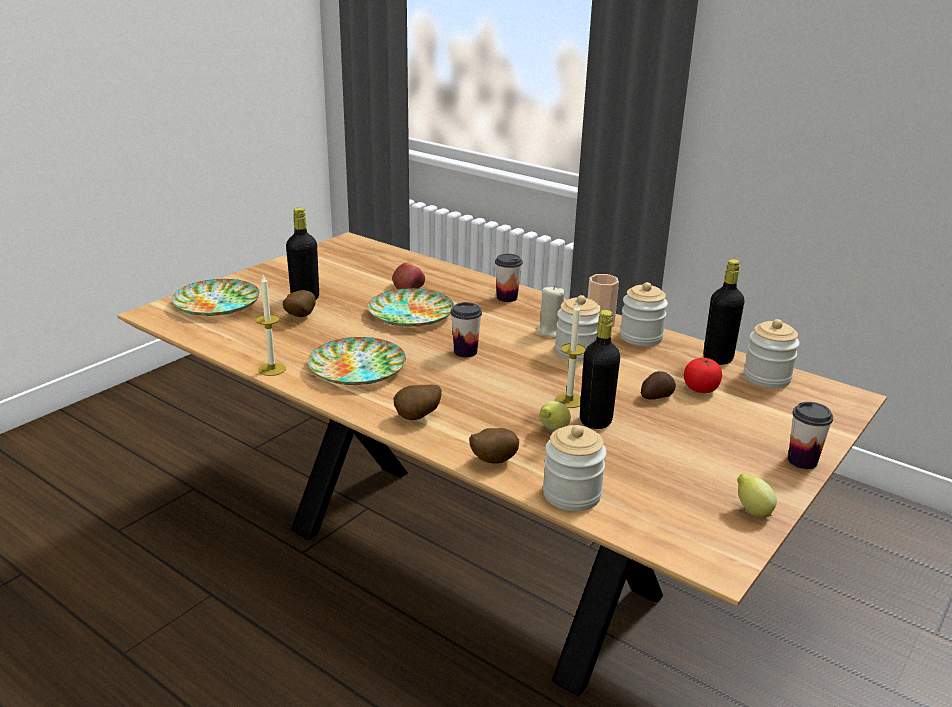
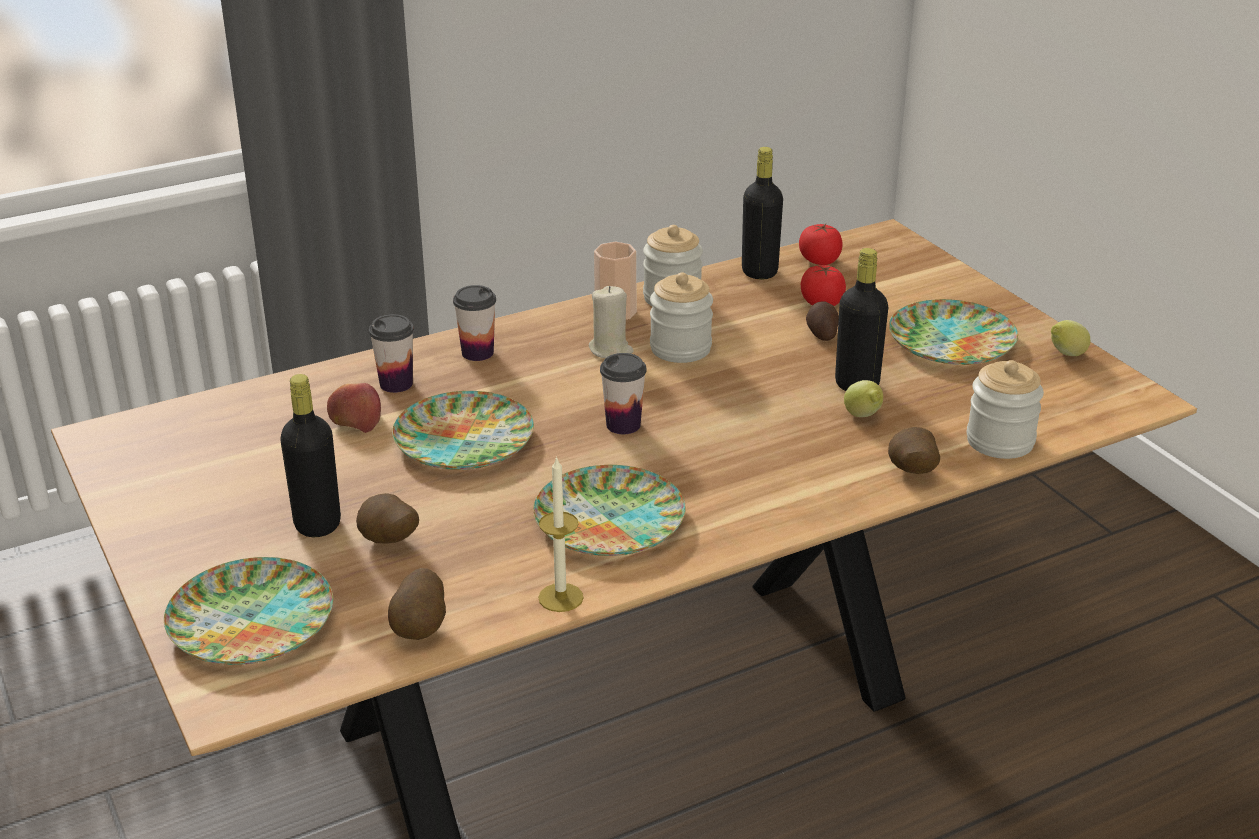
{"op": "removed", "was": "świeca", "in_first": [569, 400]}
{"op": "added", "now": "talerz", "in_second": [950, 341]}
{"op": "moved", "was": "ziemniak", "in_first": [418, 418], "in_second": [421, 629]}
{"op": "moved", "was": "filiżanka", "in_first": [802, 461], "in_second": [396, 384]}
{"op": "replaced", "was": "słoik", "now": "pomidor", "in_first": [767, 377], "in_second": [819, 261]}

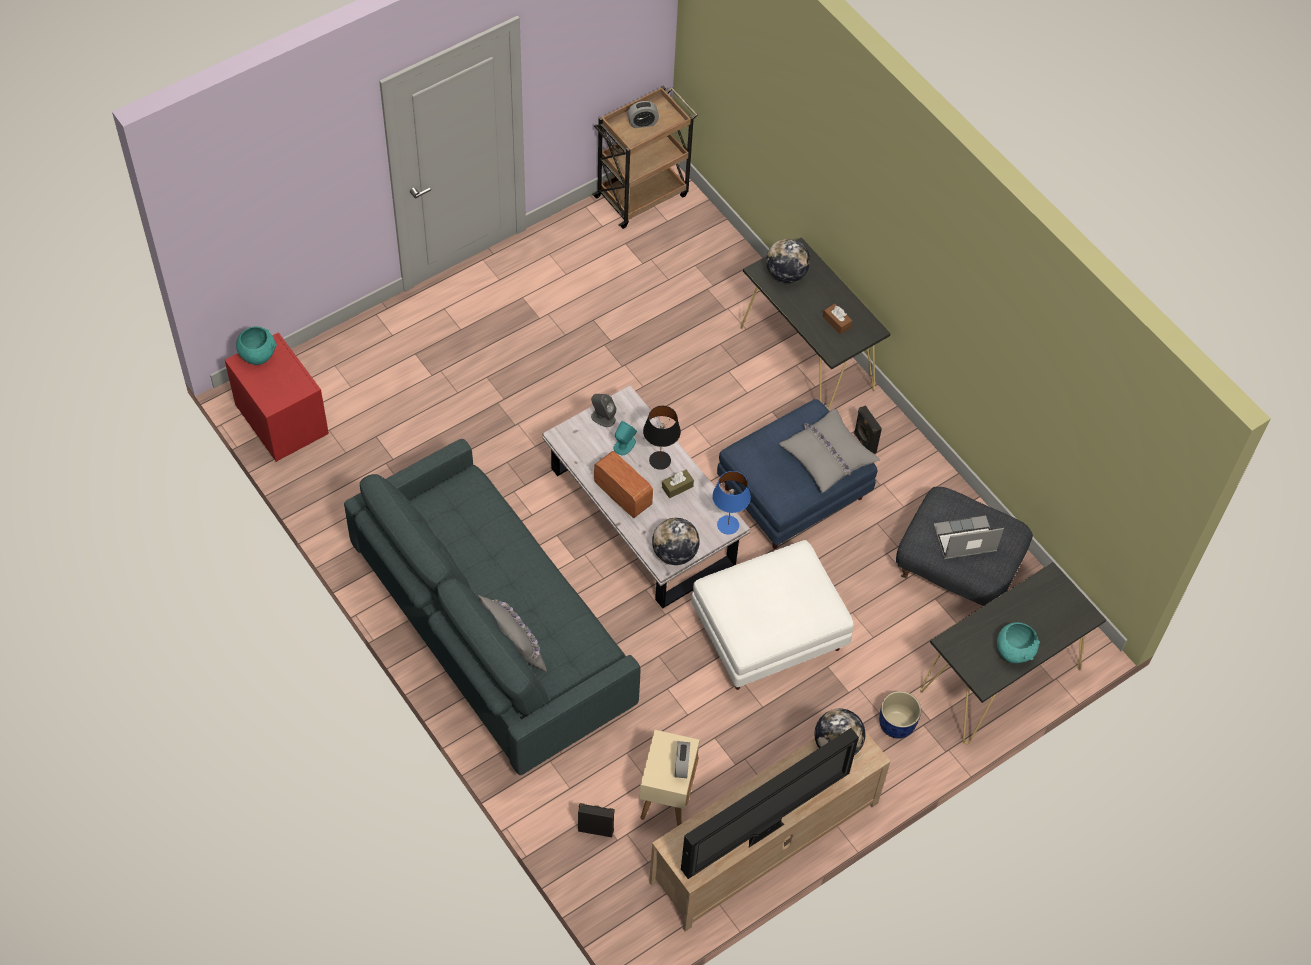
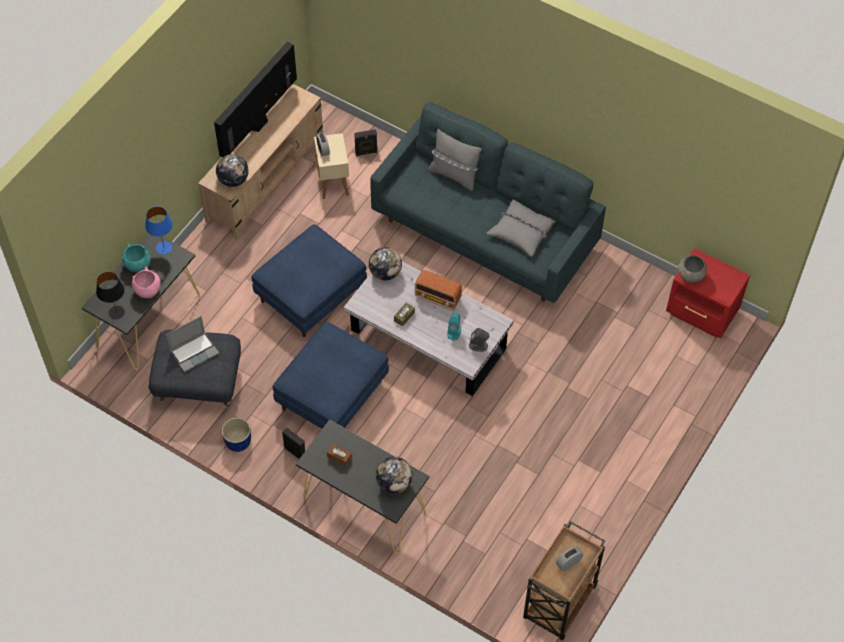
{"op": "removed", "was": "miska [turkusowy]", "in_first": [258, 355]}
{"op": "added", "now": "miska [różowy]", "in_second": [147, 291]}
{"op": "added", "now": "miska [szary]", "in_second": [690, 276]}
{"op": "moved", "was": "lampa stołowa [czarny]", "in_first": [659, 460], "in_second": [116, 312]}
{"op": "moved", "was": "lampa stołowa [niebieski]", "in_first": [727, 525], "in_second": [164, 247]}
{"op": "moved", "was": "poduszka [szary]", "in_first": [827, 456], "in_second": [522, 231]}
{"op": "moved", "was": "donica [niebieski]", "in_first": [896, 724], "in_second": [238, 442]}
{"op": "recoloured", "was": "pufa [biały]", "now": "pufa [niebieski]", "in_first": [767, 635], "in_second": [311, 294]}

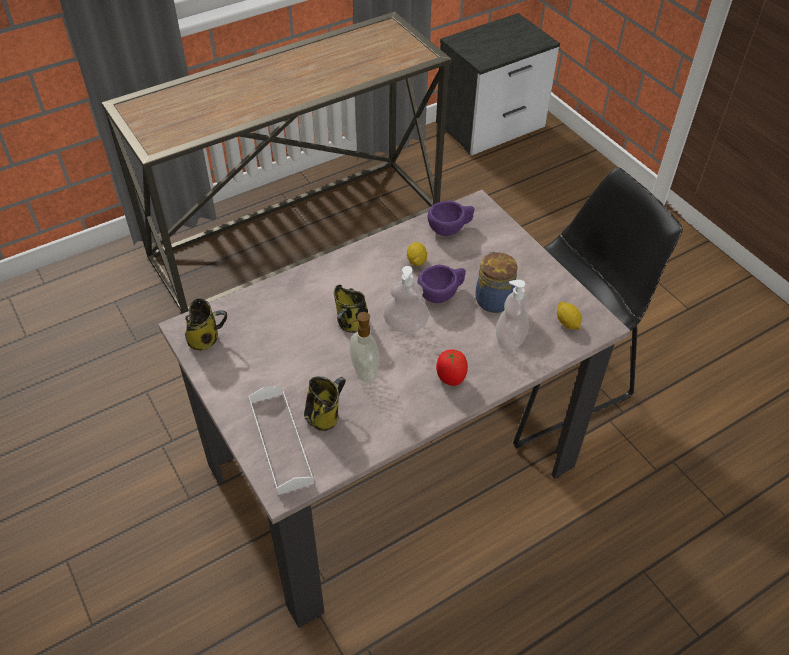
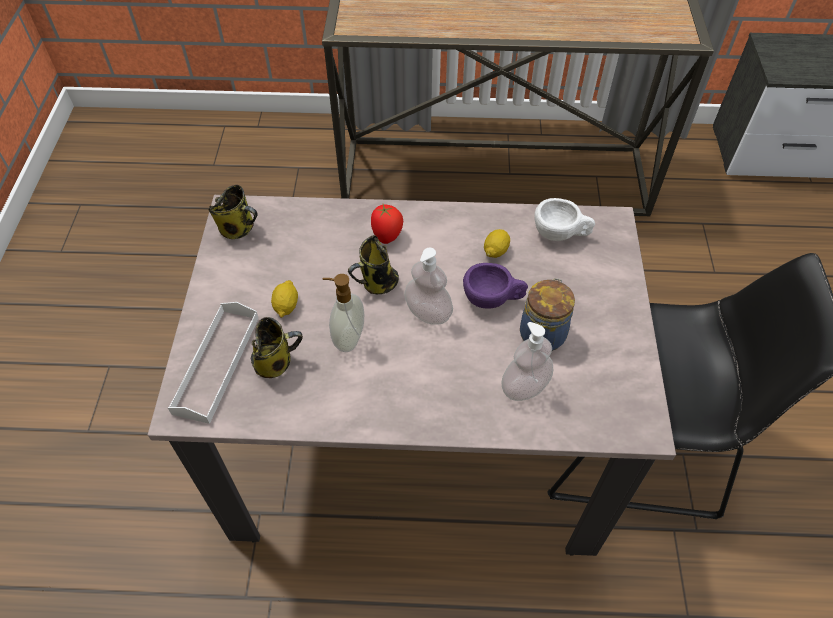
{"op": "moved", "was": "pomidor", "in_first": [450, 378], "in_second": [387, 236]}
{"op": "moved", "was": "cytryna", "in_first": [567, 322], "in_second": [286, 306]}
{"op": "recoloured", "was": "filiżanka [fioletowy]", "now": "filiżanka [biały]", "in_first": [451, 229], "in_second": [561, 234]}

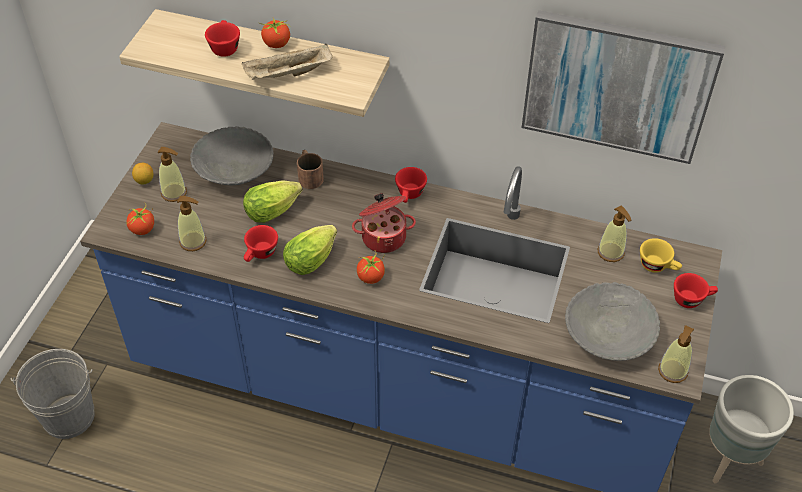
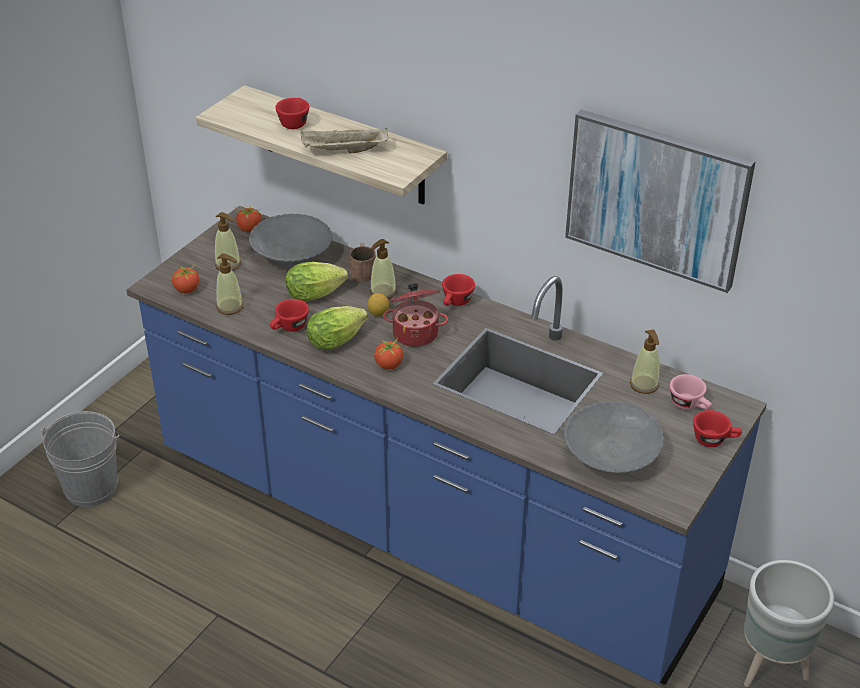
{"op": "moved", "was": "cytryna", "in_first": [144, 181], "in_second": [378, 313]}
{"op": "moved", "was": "pomidor", "in_first": [276, 44], "in_second": [249, 229]}
{"op": "moved", "was": "dozownik mydła", "in_first": [672, 371], "in_second": [383, 292]}
{"op": "recoloured", "was": "filiżanka [żółty]", "now": "filiżanka [różowy]", "in_first": [658, 266], "in_second": [690, 405]}

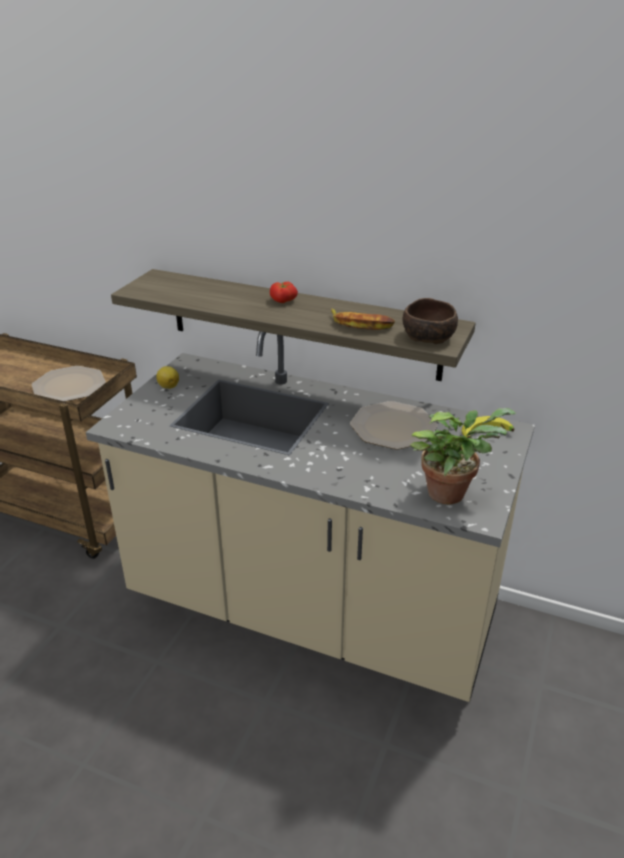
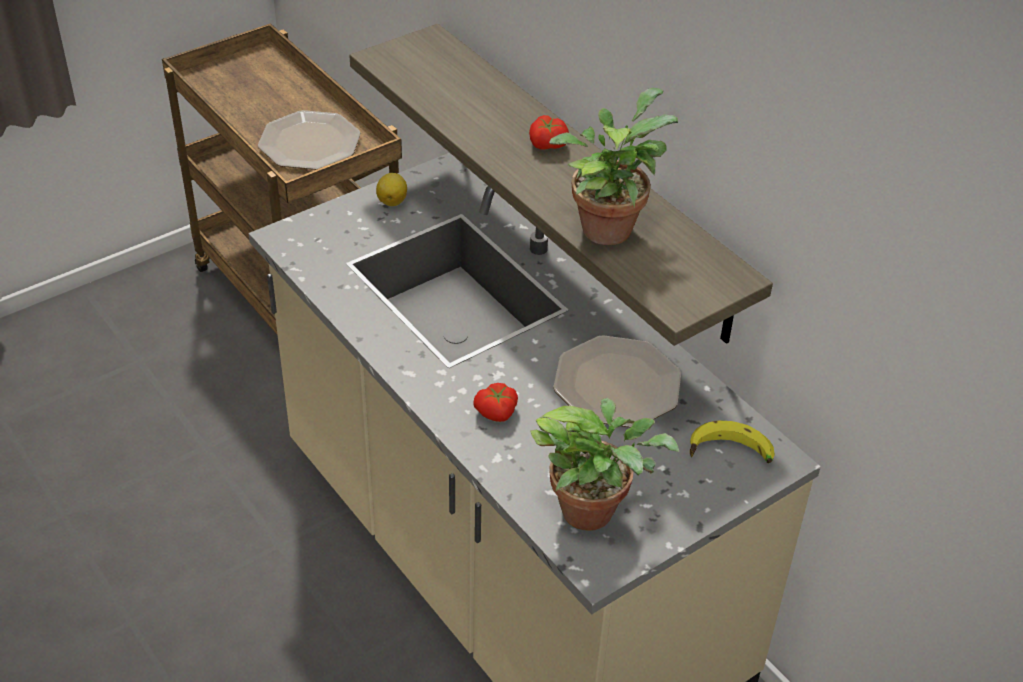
{"op": "removed", "was": "miska [brązowy]", "in_first": [429, 337]}
{"op": "added", "now": "pomidor", "in_second": [497, 413]}
{"op": "replaced", "was": "banan", "now": "roślina doniczkowa", "in_first": [360, 324], "in_second": [607, 225]}

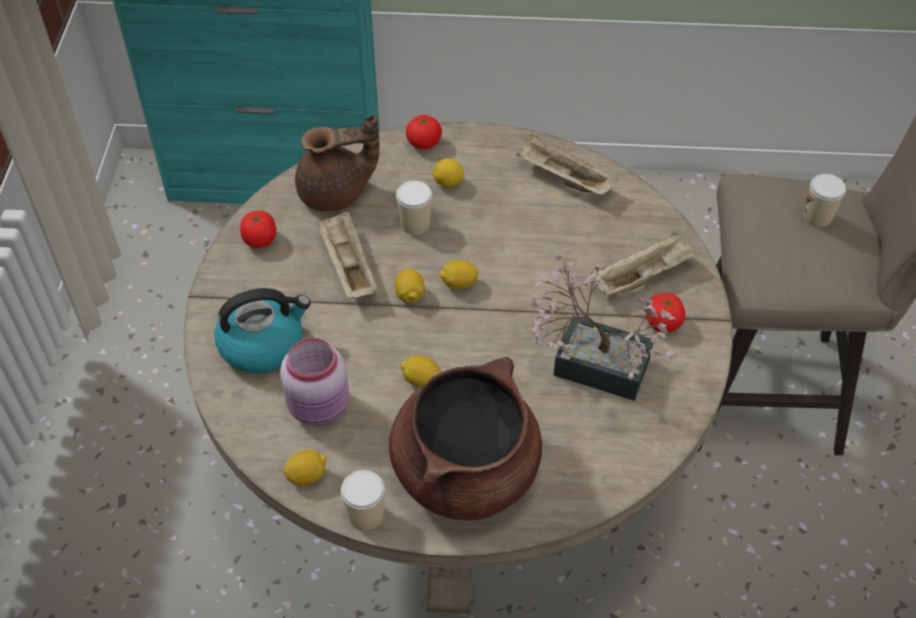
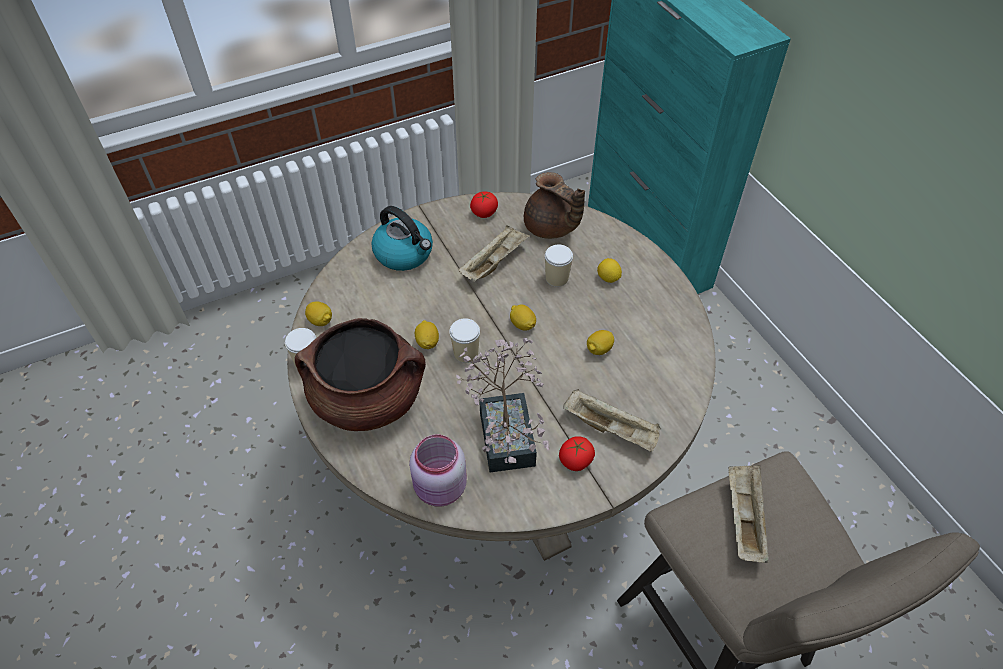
{"op": "removed", "was": "pomidor", "in_first": [424, 143]}
{"op": "moved", "was": "słoik [różowy]", "in_first": [320, 407], "in_second": [440, 489]}
{"op": "moved", "was": "cytryna", "in_first": [410, 295], "in_second": [599, 349]}
{"op": "moved", "was": "taca [beżowy]", "in_first": [562, 179], "in_second": [743, 518]}
{"op": "moved", "was": "filiżanka", "in_first": [817, 216], "in_second": [466, 353]}

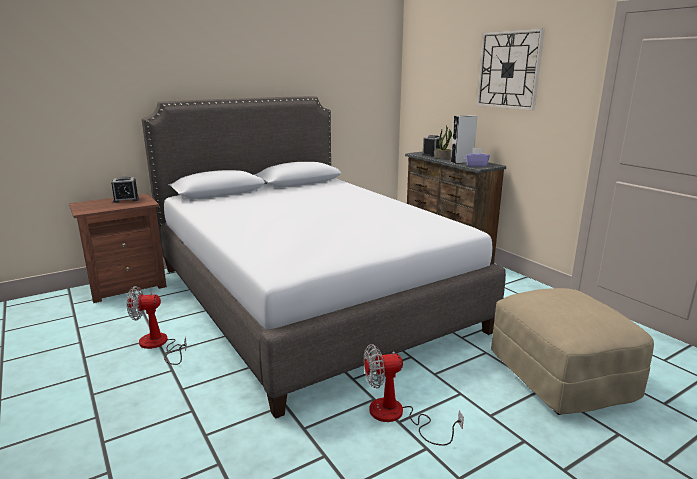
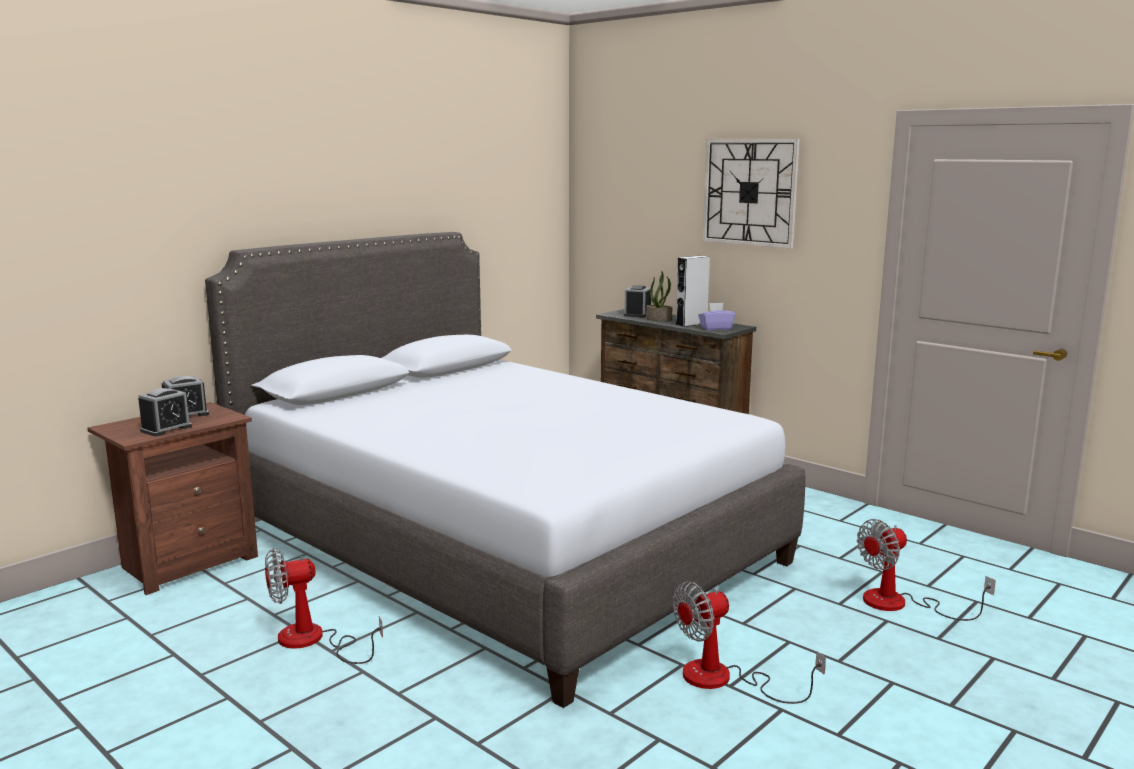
{"op": "added", "now": "budzik", "in_second": [166, 429]}
{"op": "replaced", "was": "pufa [beżowy]", "now": "wentylator", "in_first": [561, 376], "in_second": [900, 604]}

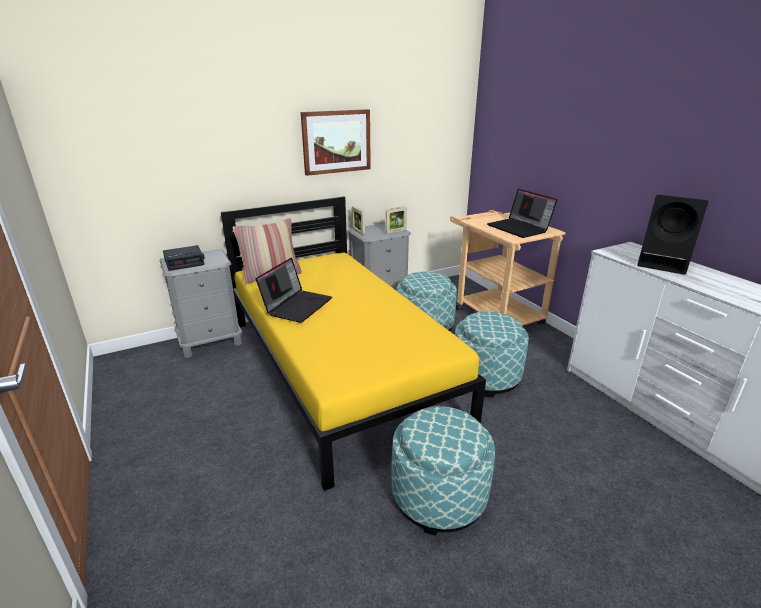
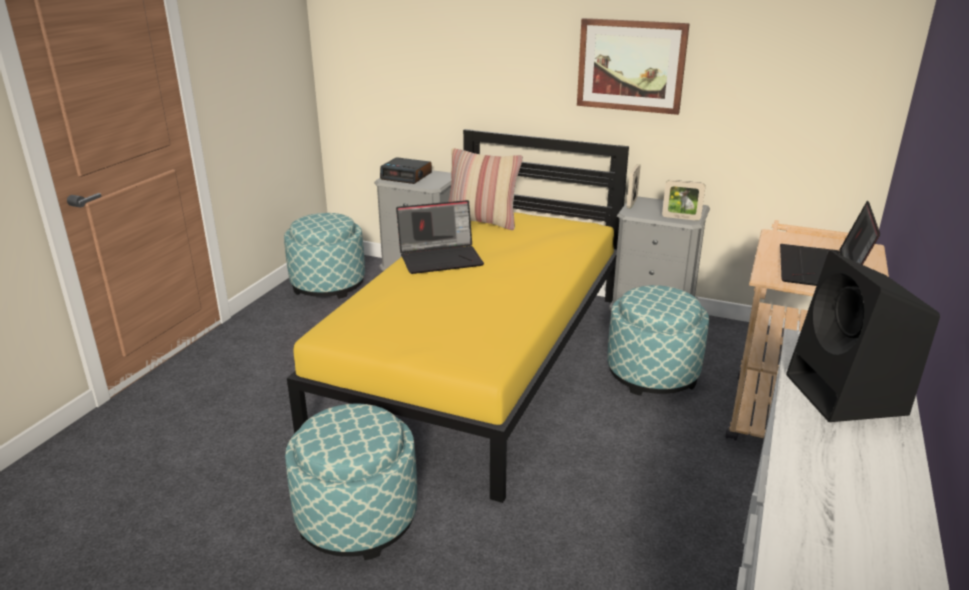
{"op": "moved", "was": "pufa", "in_first": [486, 377], "in_second": [328, 284]}

